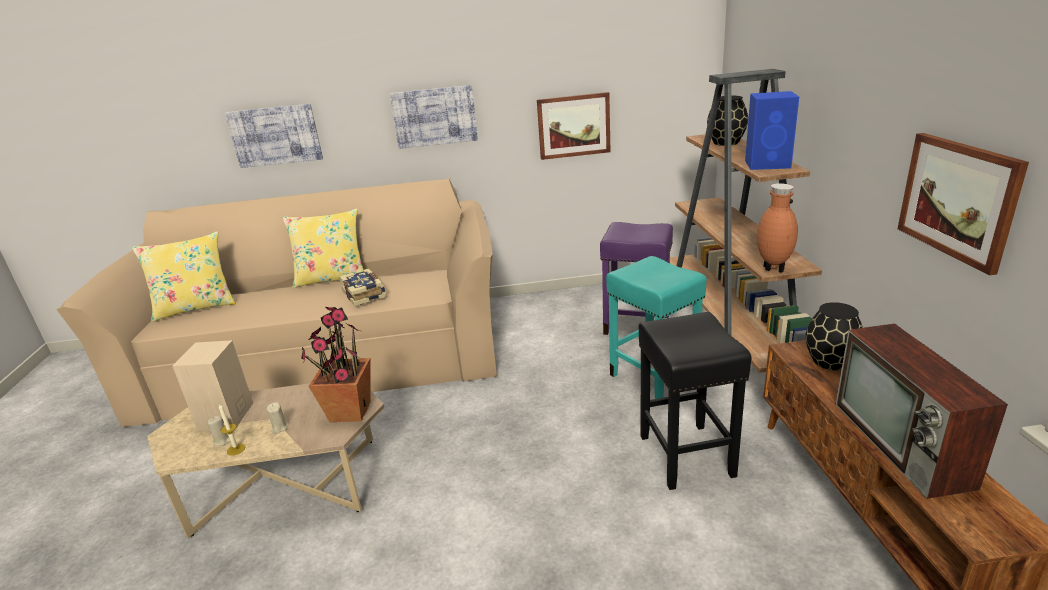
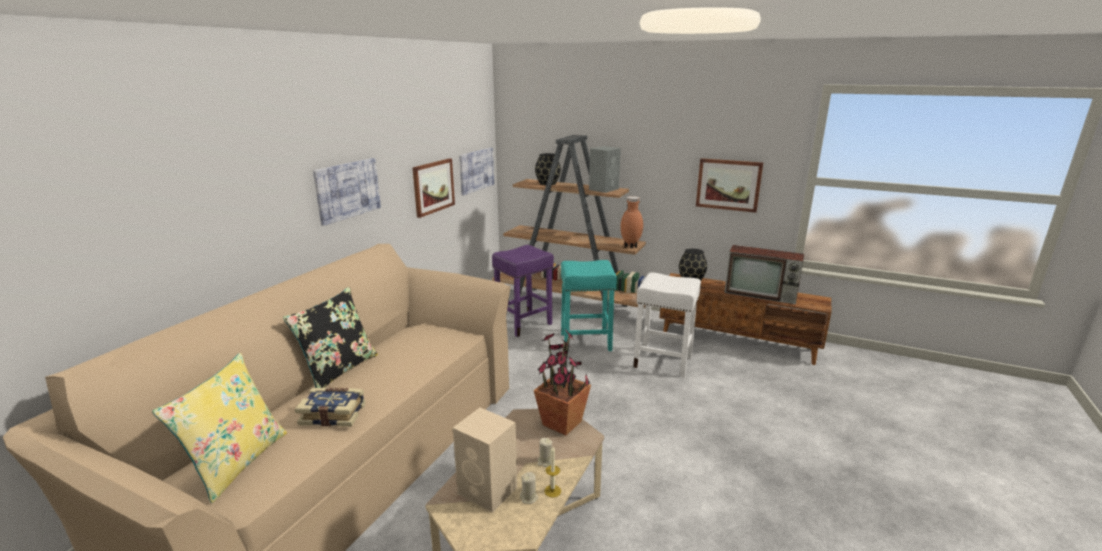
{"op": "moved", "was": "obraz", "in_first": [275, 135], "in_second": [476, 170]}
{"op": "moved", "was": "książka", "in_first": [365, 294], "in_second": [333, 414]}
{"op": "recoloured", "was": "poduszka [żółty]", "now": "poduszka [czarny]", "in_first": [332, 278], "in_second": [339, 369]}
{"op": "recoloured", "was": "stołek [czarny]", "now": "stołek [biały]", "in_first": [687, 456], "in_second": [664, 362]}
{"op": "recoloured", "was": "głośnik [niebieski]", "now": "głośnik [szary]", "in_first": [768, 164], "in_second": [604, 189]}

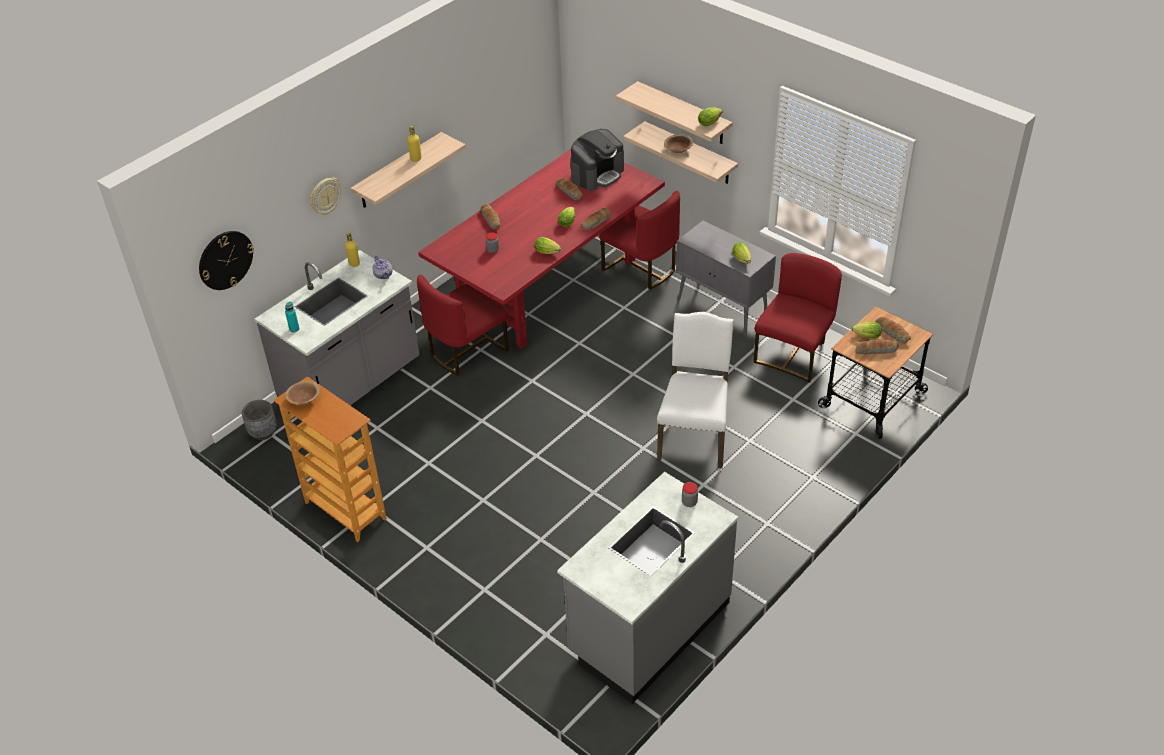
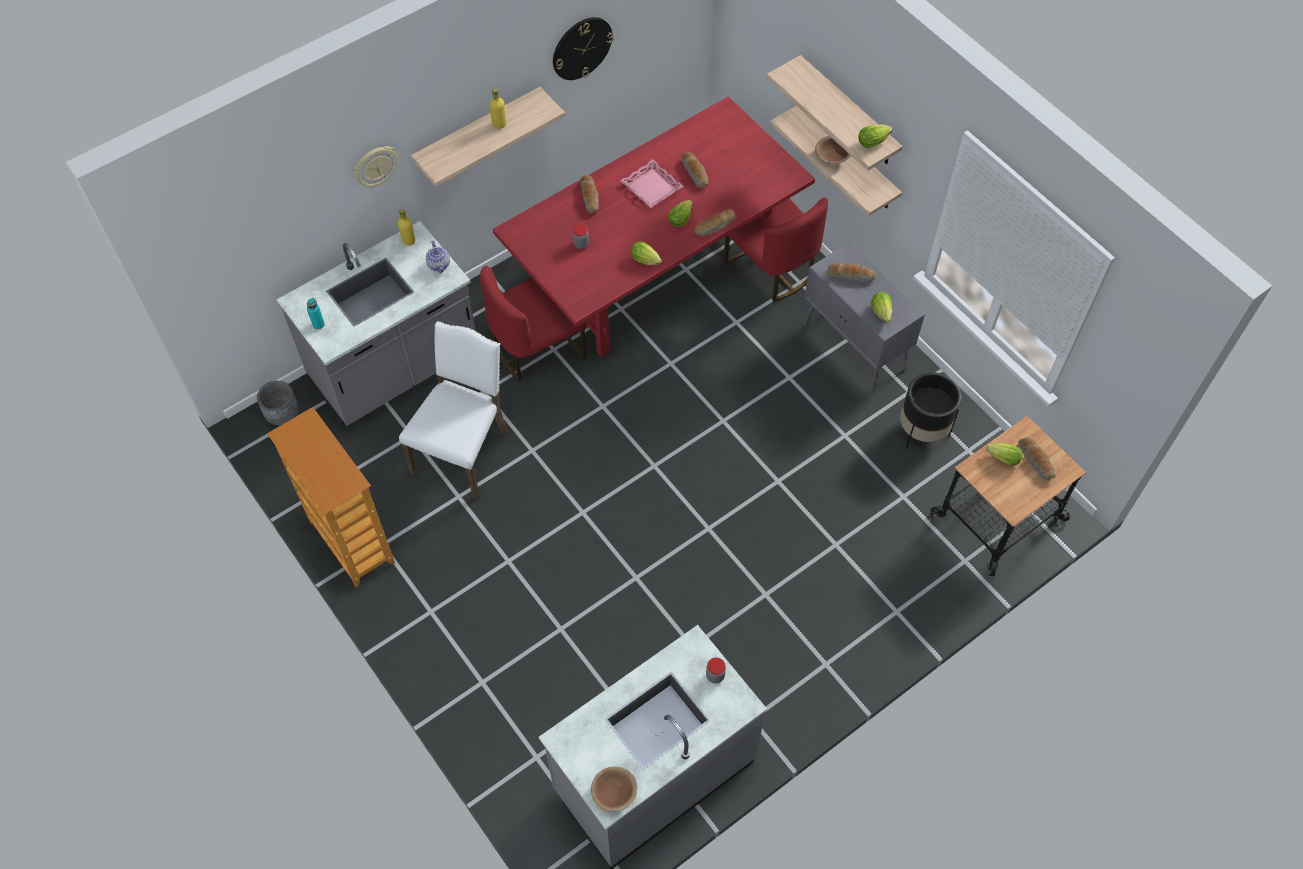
{"op": "removed", "was": "ekspres do kawy", "in_first": [597, 174]}
{"op": "added", "now": "taca [różowy]", "in_second": [652, 187]}
{"op": "moved", "was": "zegar ścienny", "in_first": [225, 260], "in_second": [581, 48]}
{"op": "moved", "was": "miska [brązowy]", "in_first": [304, 399], "in_second": [614, 792]}
{"op": "moved", "was": "krzesło [biały]", "in_first": [694, 436], "in_second": [463, 451]}
{"op": "moved", "was": "chleb", "in_first": [876, 350], "in_second": [850, 275]}
{"op": "replaced", "was": "krzesło [czerwony]", "now": "donica [czarny]", "in_first": [794, 354], "in_second": [922, 431]}

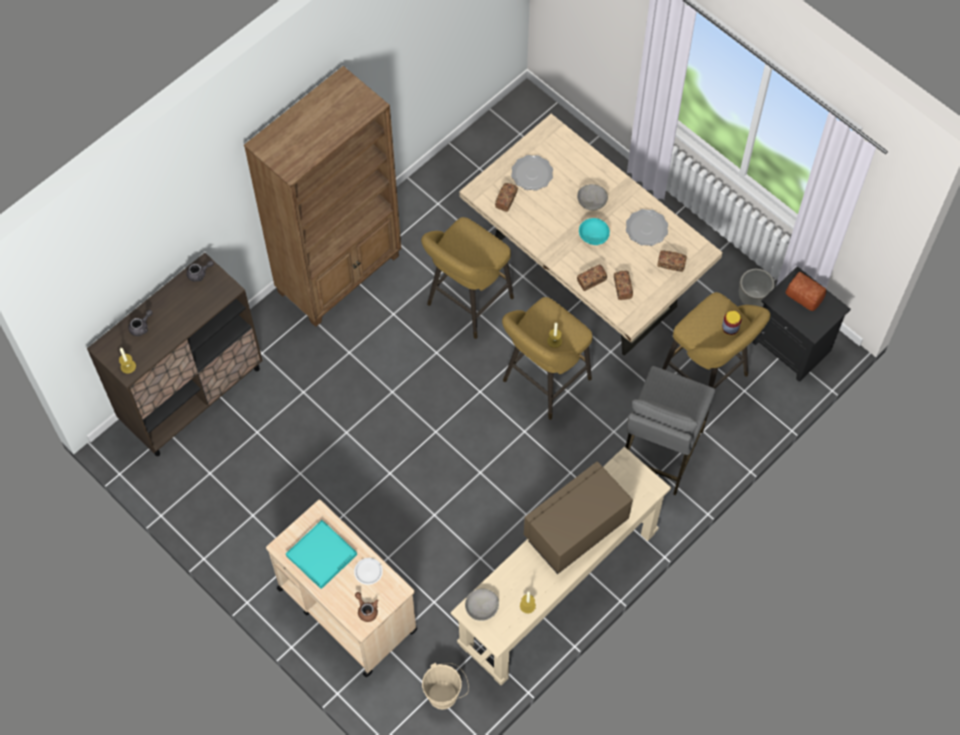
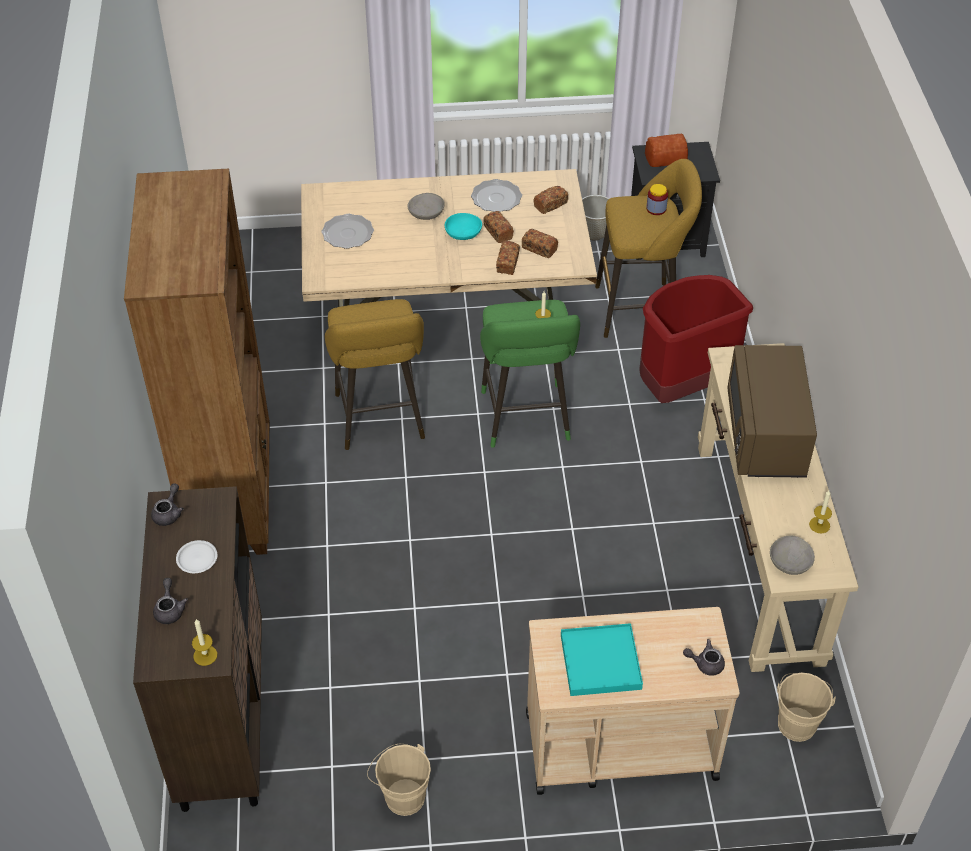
{"op": "added", "now": "wiadro [beżowy]", "in_second": [401, 795]}
{"op": "moved", "was": "talerz [biały]", "in_first": [368, 572], "in_second": [196, 559]}
{"op": "moved", "was": "chleb", "in_first": [506, 200], "in_second": [498, 232]}
{"op": "replaced", "was": "stołek [szary]", "now": "kosz na śmieci [czerwony]", "in_first": [660, 452], "in_second": [683, 386]}
{"op": "recoloured", "was": "imbryk [brązowy]", "now": "imbryk [szary]", "in_first": [366, 610], "in_second": [705, 663]}
{"op": "recoloured", "was": "stołek [żółty]", "now": "stołek [zielony]", "in_first": [543, 383], "in_second": [526, 420]}

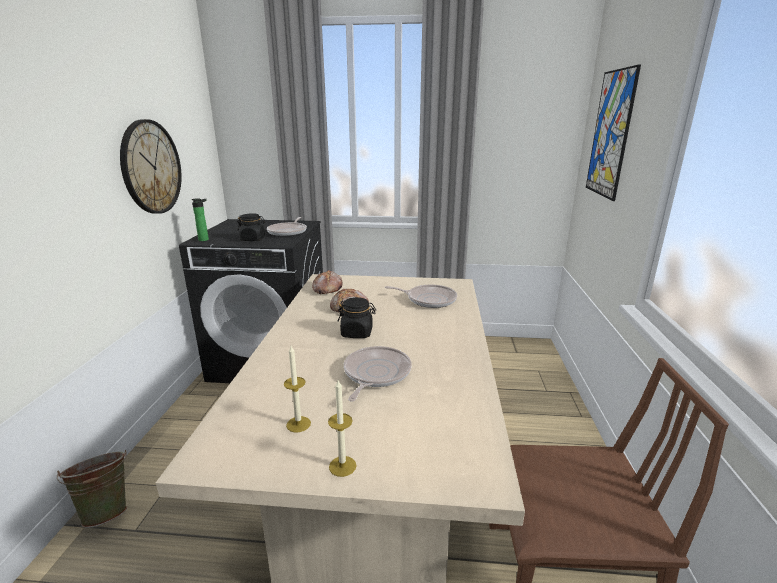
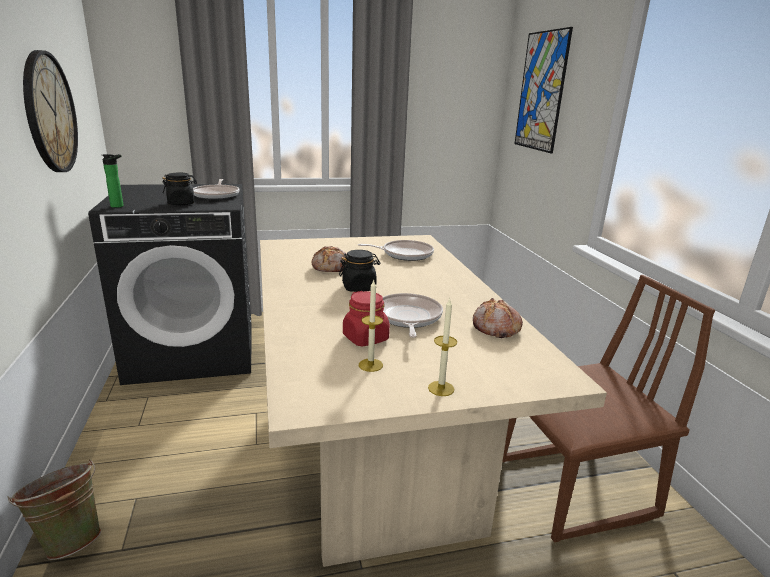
{"op": "added", "now": "słoik [czerwony]", "in_second": [366, 338]}
{"op": "moved", "was": "chleb", "in_first": [327, 289], "in_second": [495, 328]}

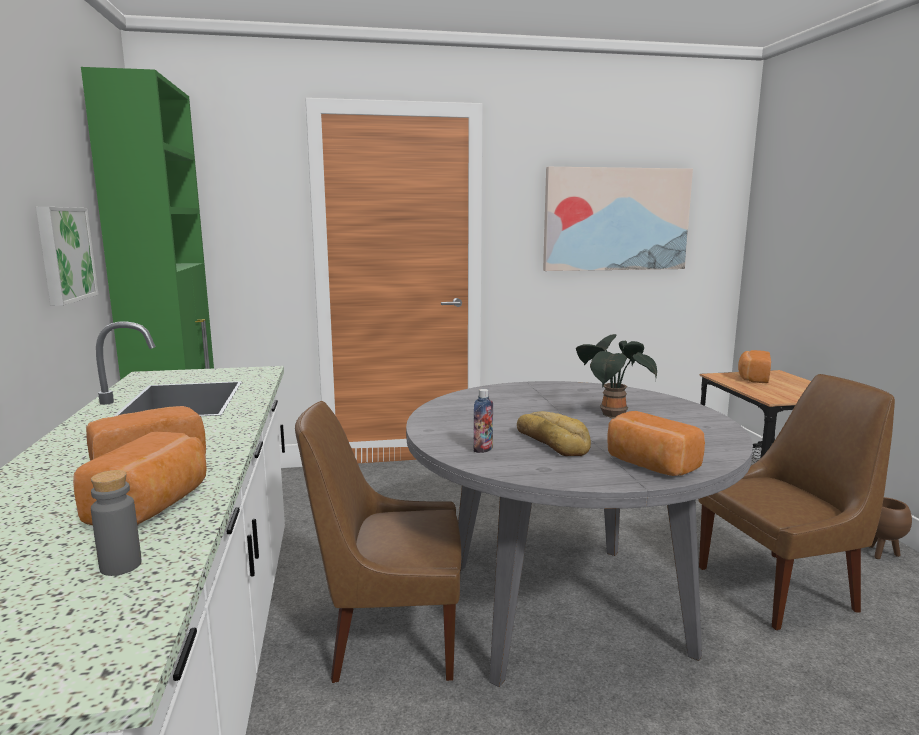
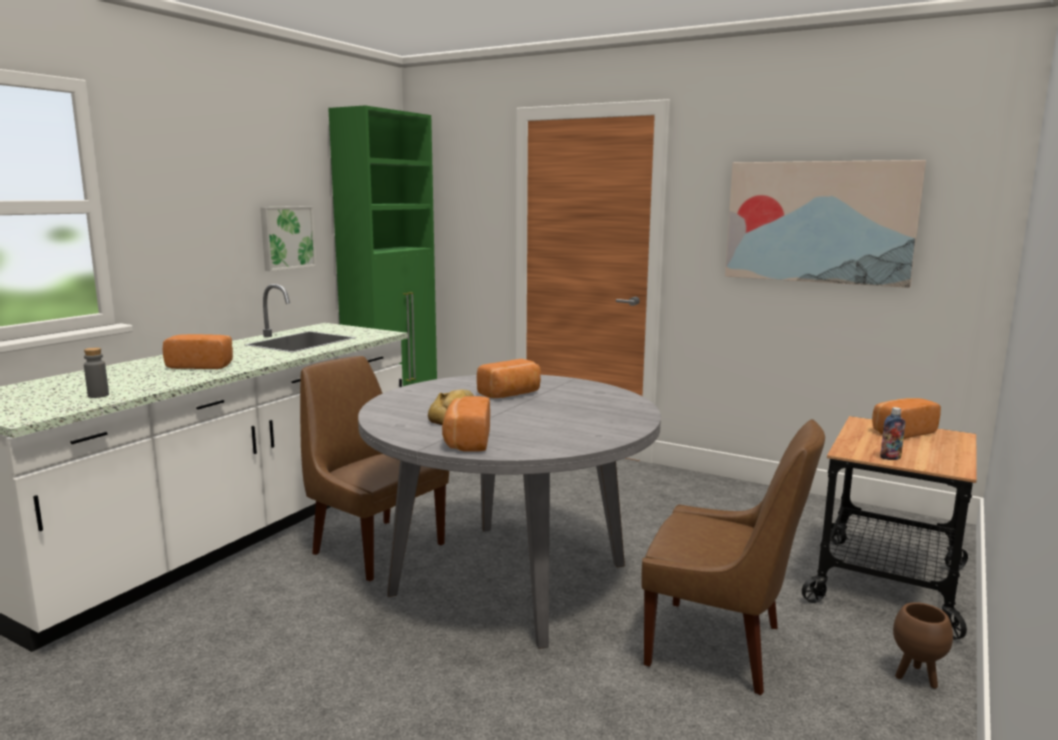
{"op": "removed", "was": "roślina doniczkowa", "in_first": [610, 414]}
{"op": "moved", "was": "chleb", "in_first": [153, 505], "in_second": [511, 394]}
{"op": "moved", "was": "butelka", "in_first": [483, 449], "in_second": [890, 458]}

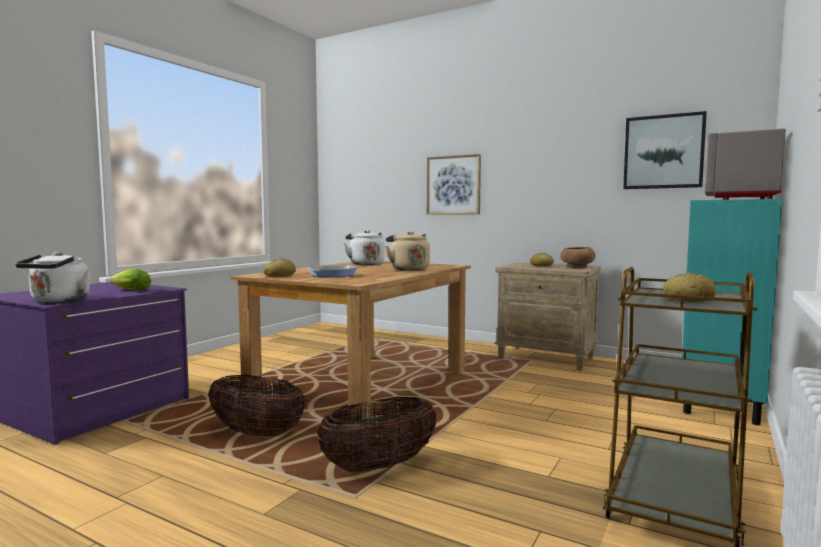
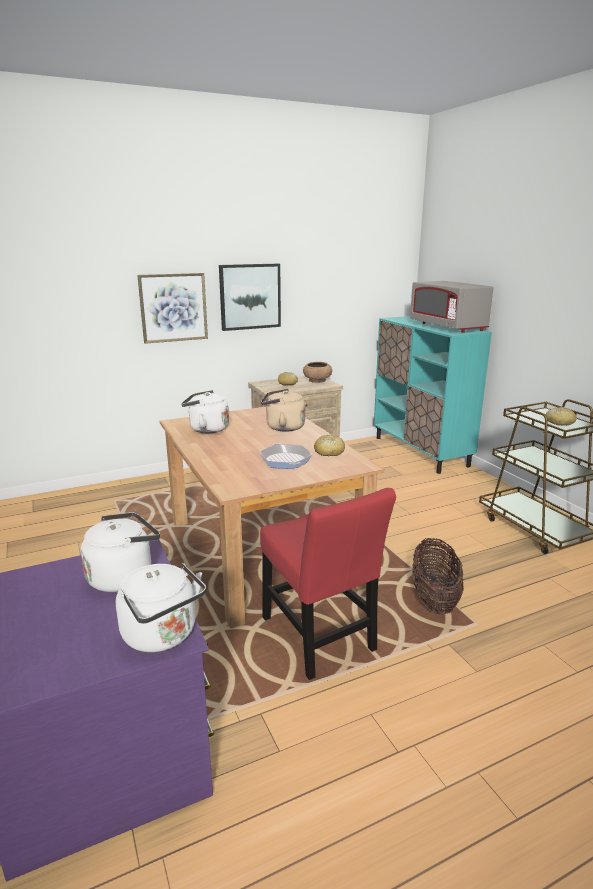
{"op": "moved", "was": "chleb", "in_first": [279, 275], "in_second": [329, 452]}
{"op": "moved", "was": "obraz", "in_first": [663, 152], "in_second": [250, 296]}
{"op": "replaced", "was": "sałata", "now": "czajnik [biały]", "in_first": [129, 290], "in_second": [124, 576]}
{"op": "replaced", "was": "koszyk", "now": "krzesło [czerwony]", "in_first": [256, 433], "in_second": [319, 638]}

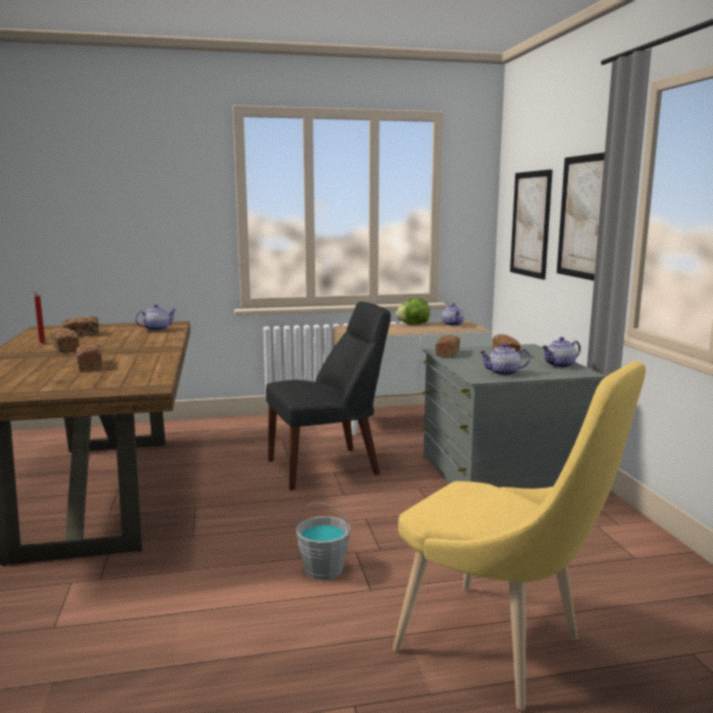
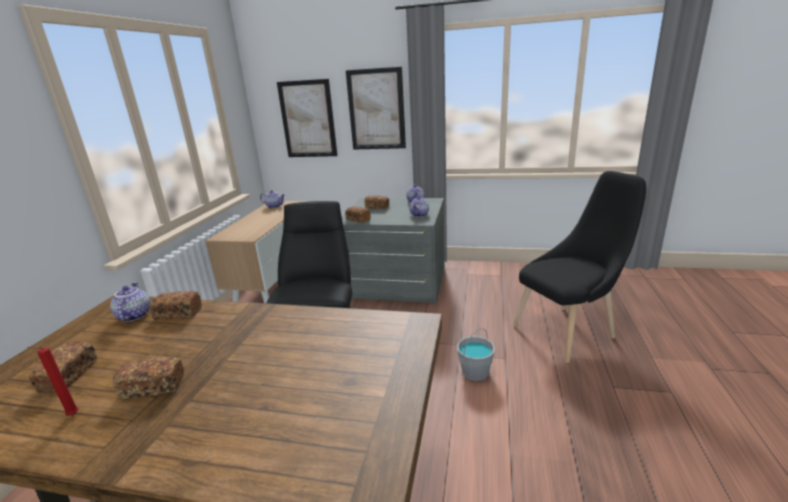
{"op": "removed", "was": "sałata", "in_first": [413, 324]}
{"op": "moved", "was": "chleb", "in_first": [90, 366], "in_second": [178, 313]}
{"op": "recoloured", "was": "krzesło [żółty]", "now": "krzesło [czarny]", "in_first": [500, 648], "in_second": [568, 330]}

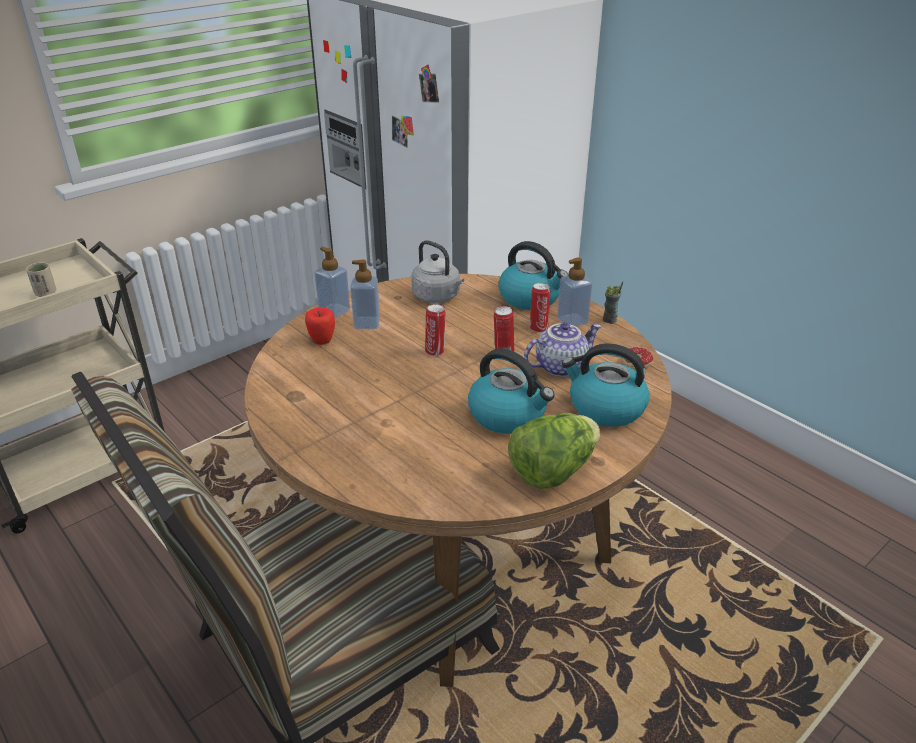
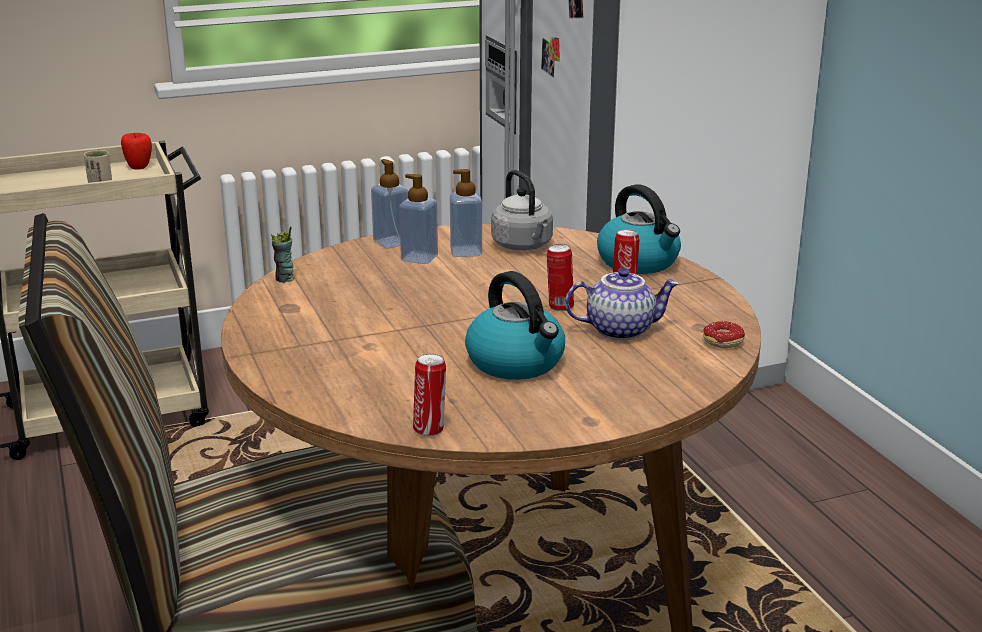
{"op": "removed", "was": "sałata", "in_first": [553, 471]}
{"op": "removed", "was": "czajnik", "in_first": [605, 408]}
{"op": "moved", "was": "jabłko", "in_first": [322, 341], "in_second": [139, 167]}
{"op": "moved", "was": "puszka", "in_first": [435, 351], "in_second": [430, 429]}
{"op": "moved", "was": "dozownik mydła", "in_first": [572, 321], "in_second": [466, 252]}
{"op": "moved", "was": "filiżanka", "in_first": [610, 320], "in_second": [284, 279]}

